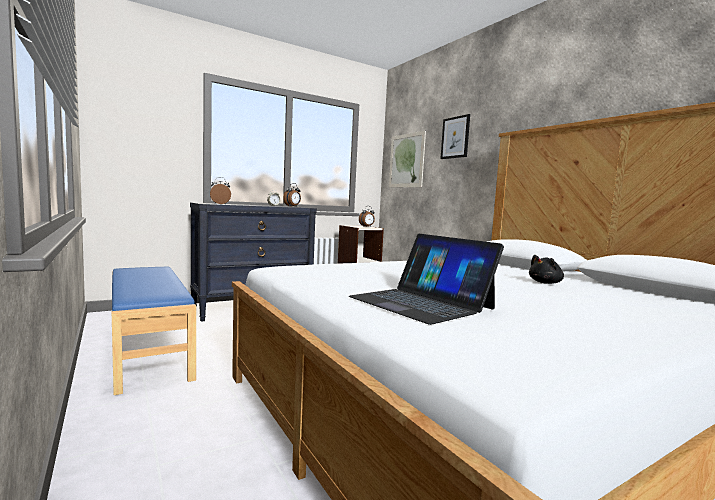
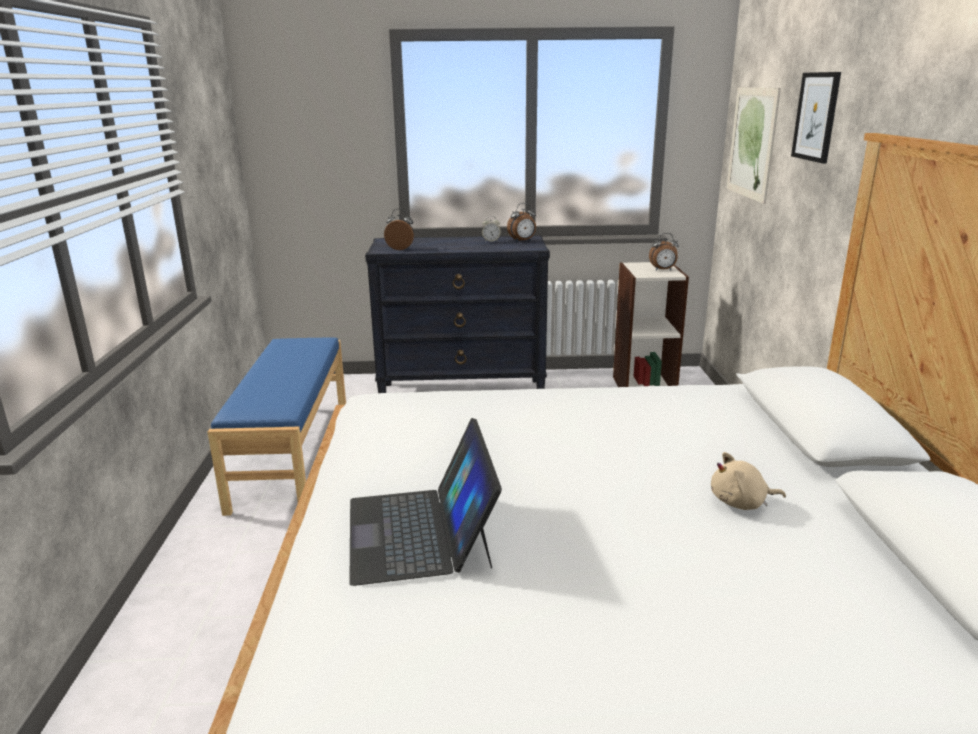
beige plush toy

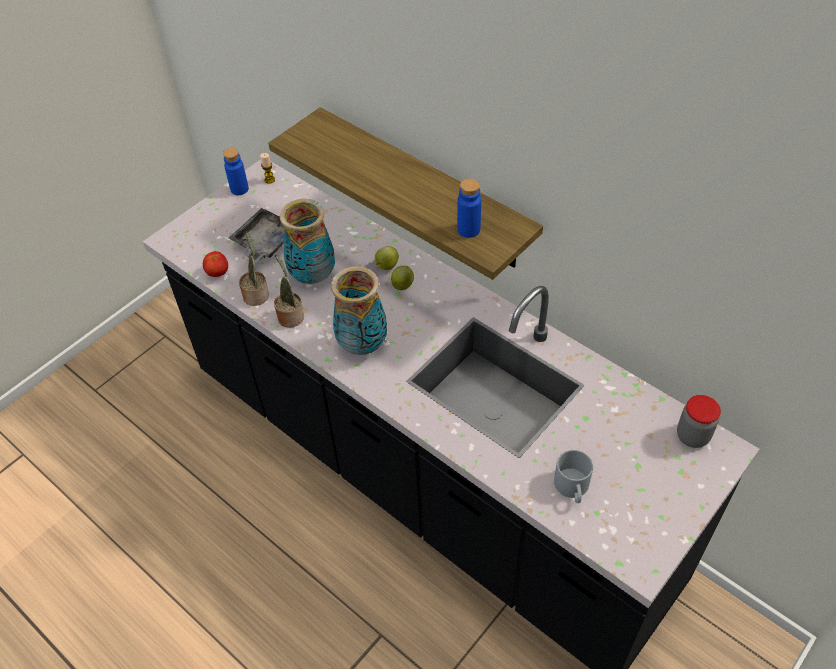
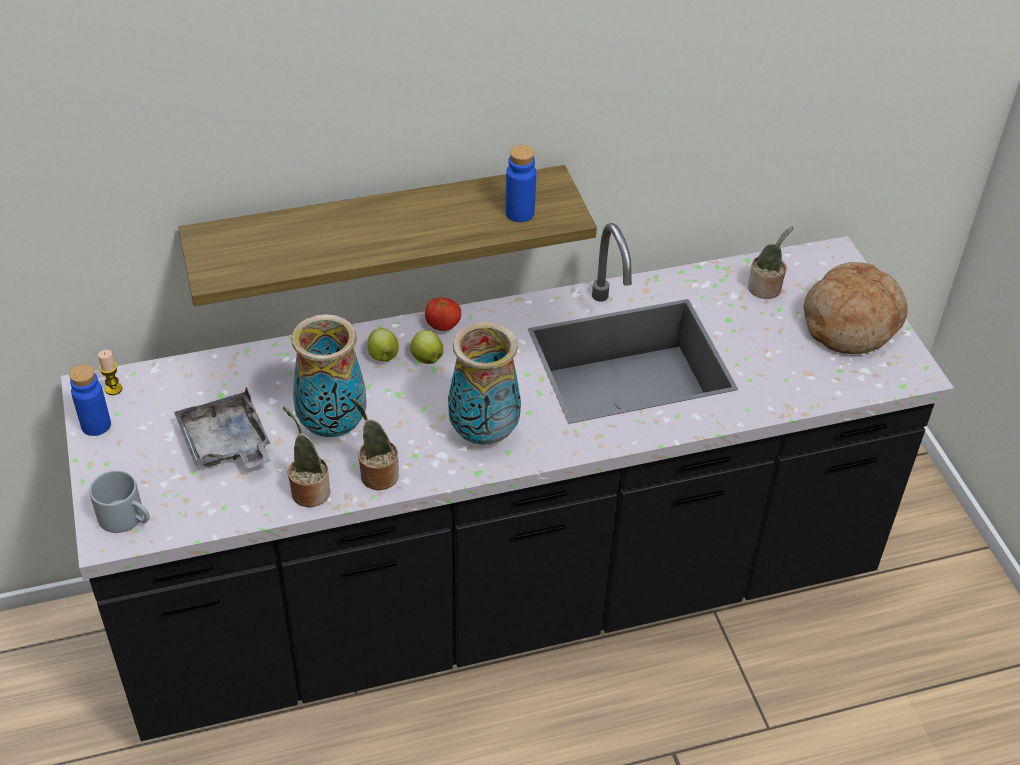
grey mug
tomato
potted plant (no. 3 from left)
bread
jar

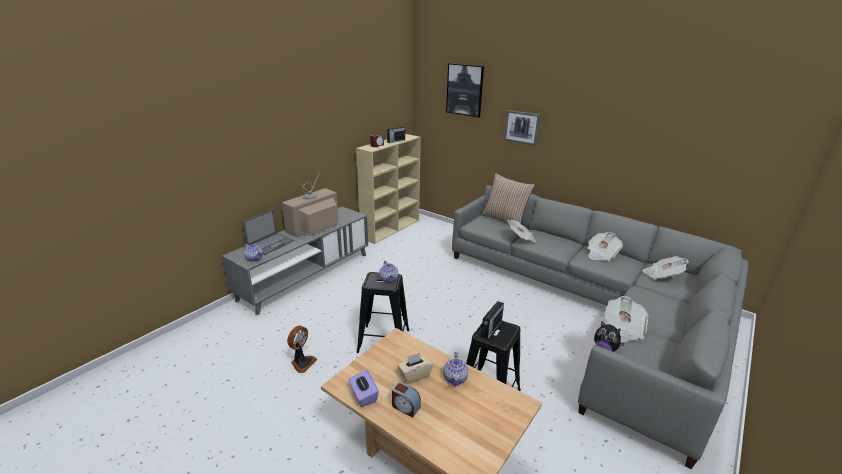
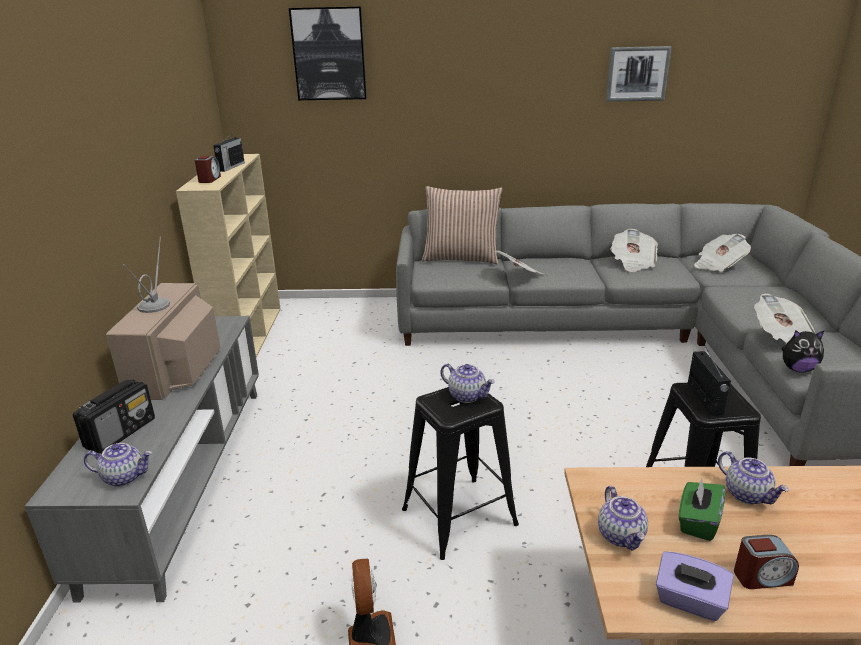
radio (no. 1 from left)
teapot (no. 3 from left)
picture (no. 2 from left)
green tissue box

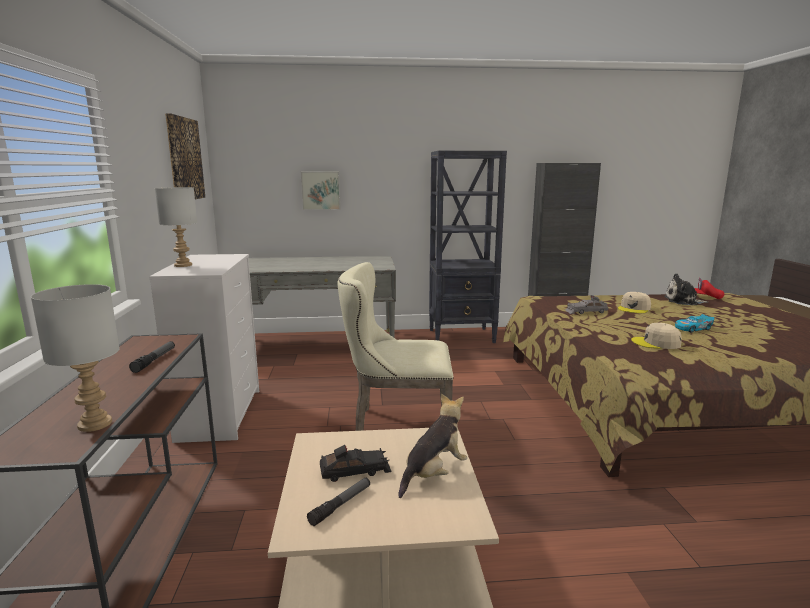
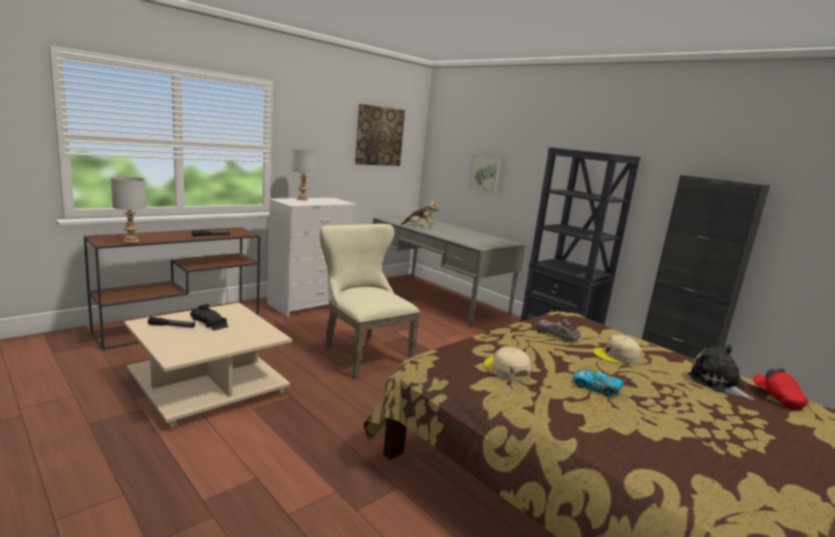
plush toy (no. 1 from left)

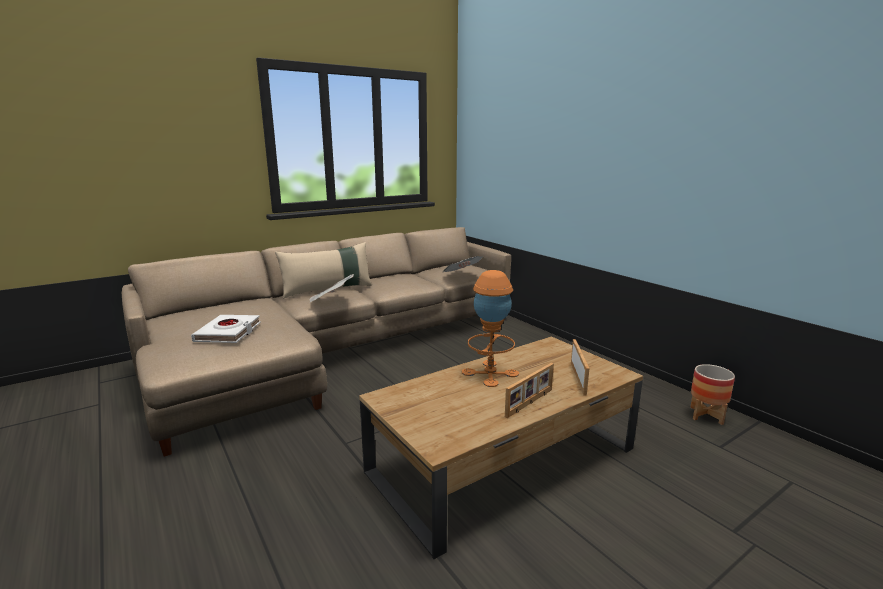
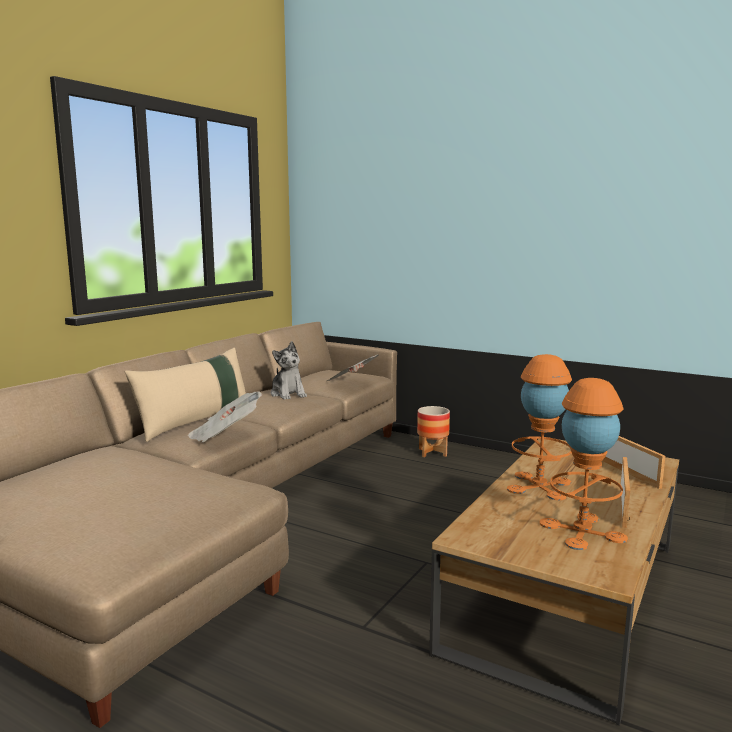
plush toy
planter
orange table lamp (no. 2 from left)
white book

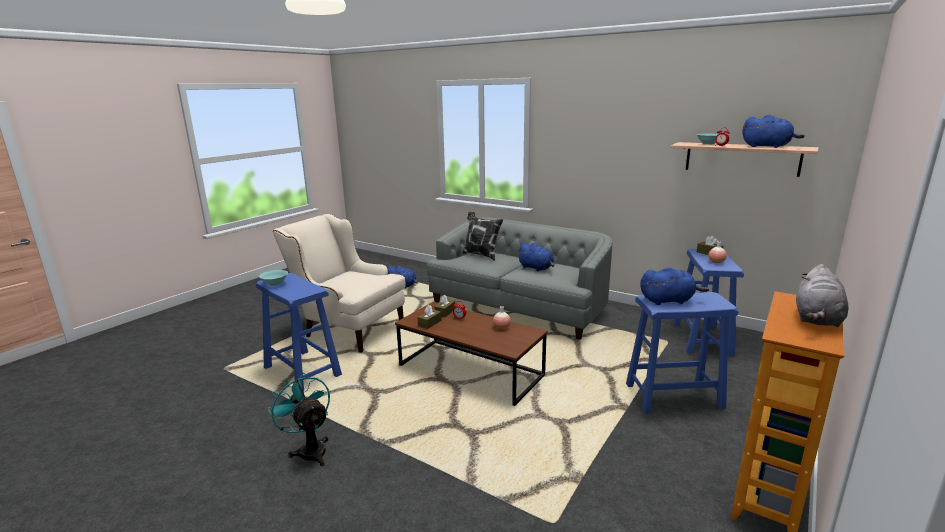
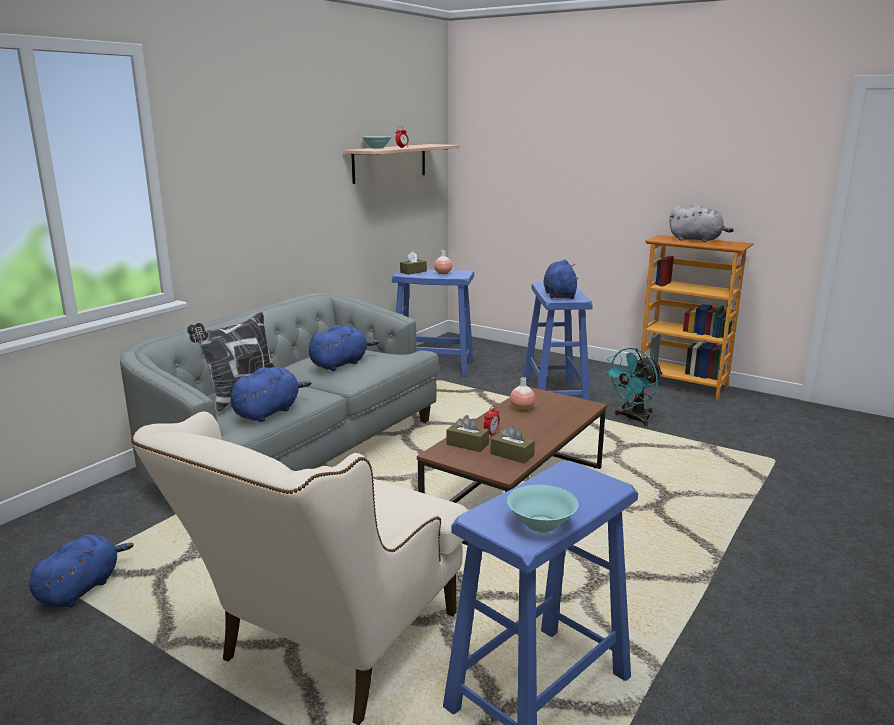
blue plush toy (no. 2 from left)
turquoise fan

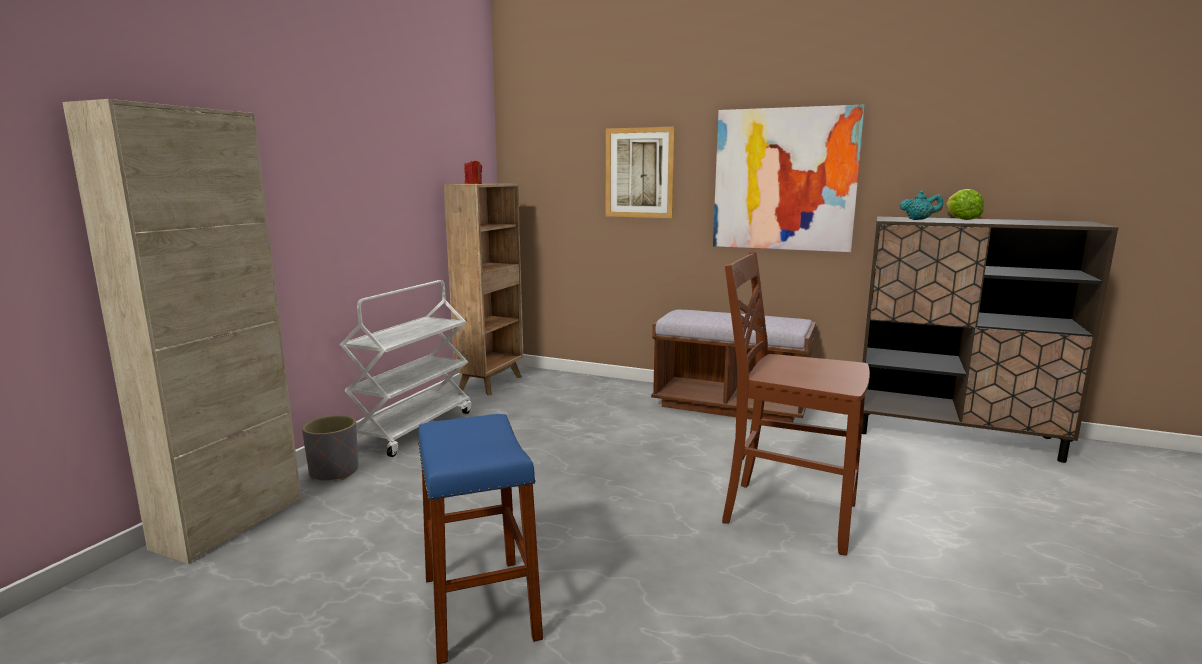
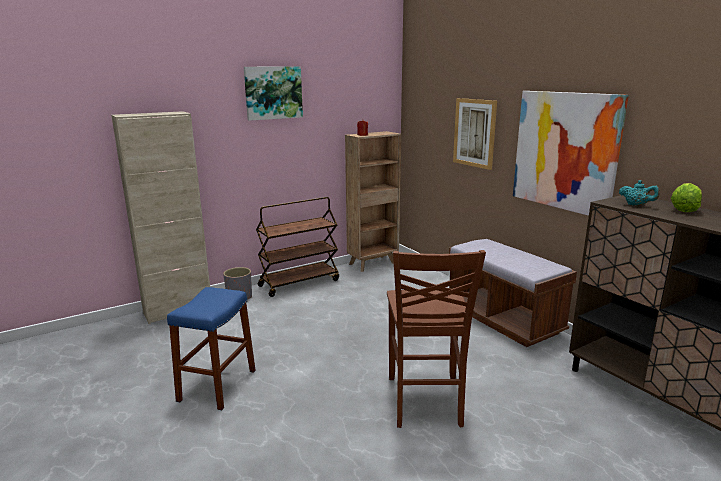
picture (no. 1 from left)
brown cart
brown chair

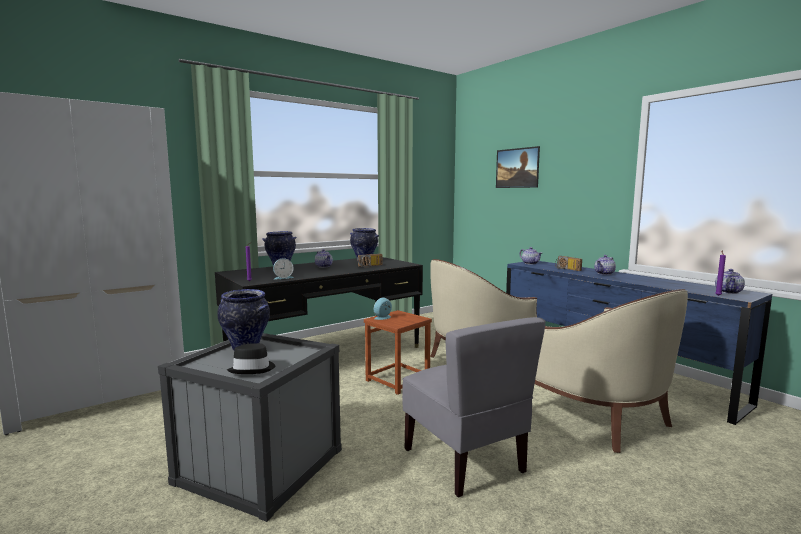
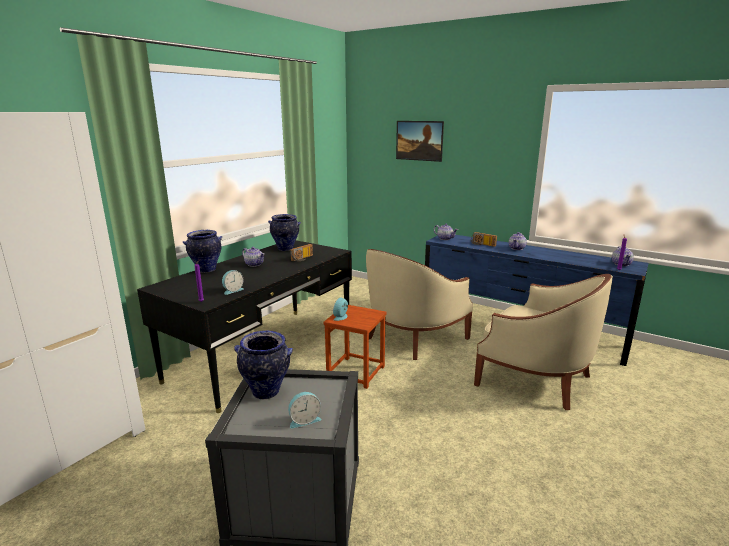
alarm clock (no. 2 from left)
grey chair

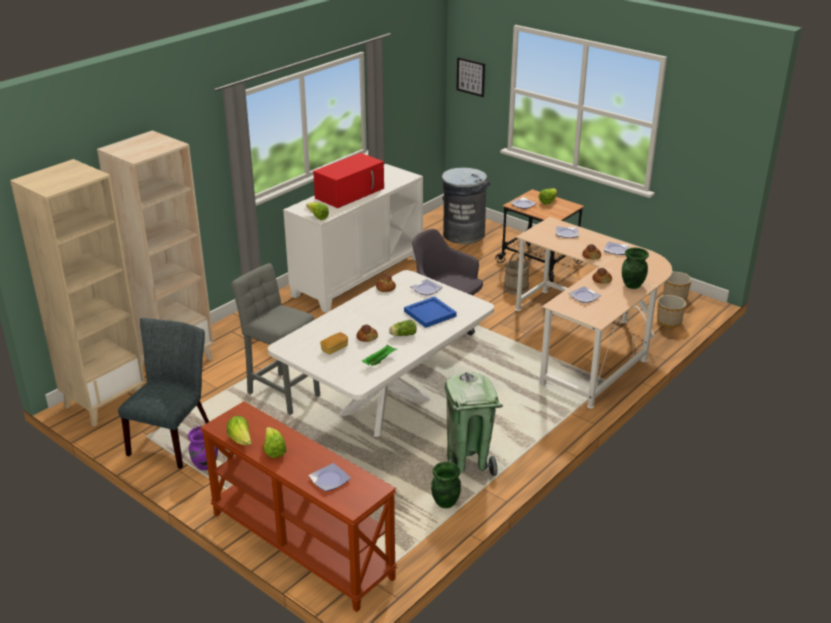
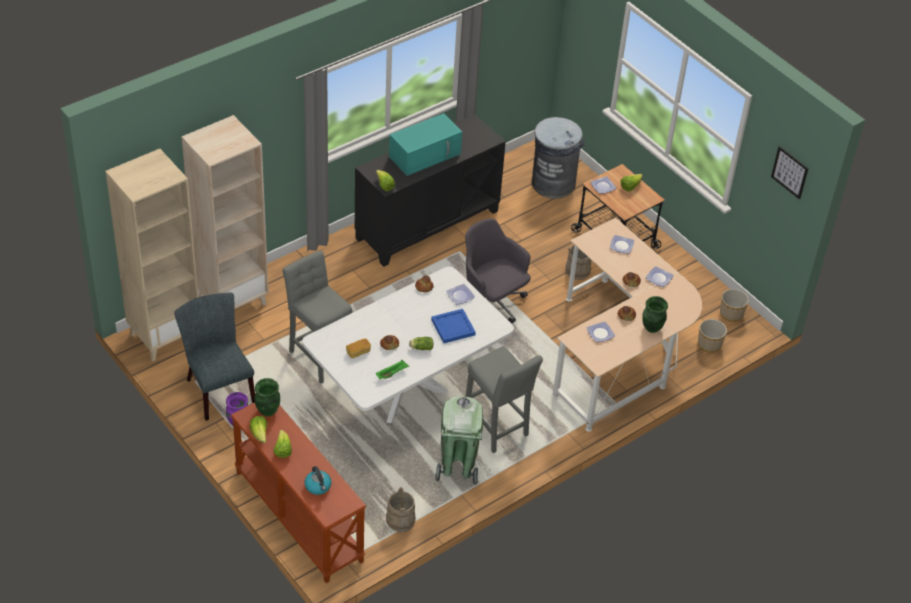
grey chair
green vase (no. 1 from left)
kettle
black cabinet
beige bucket (no. 1 from left)
turquoise microwave
grey stool (no. 2 from left)
picture

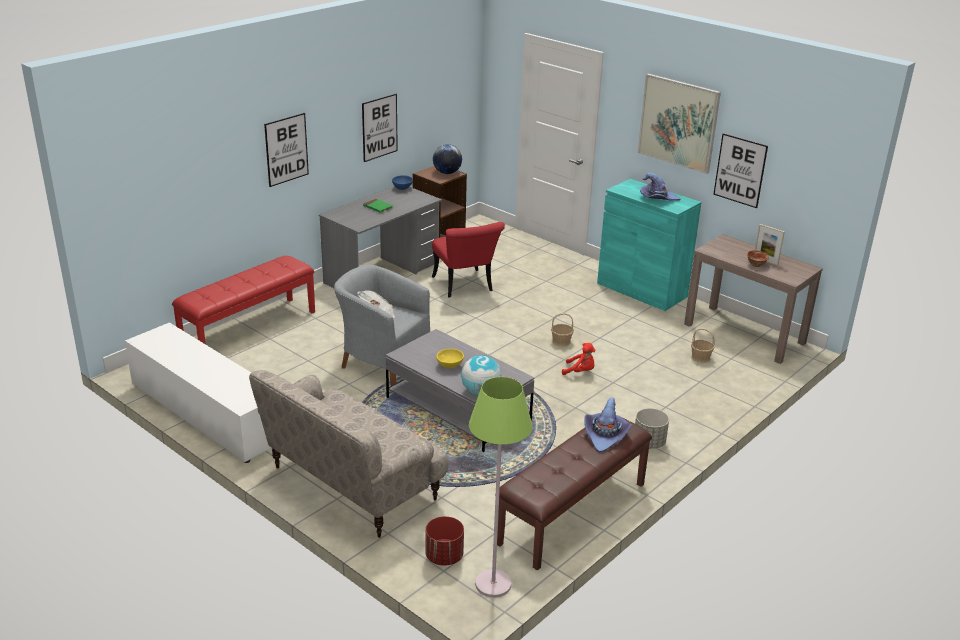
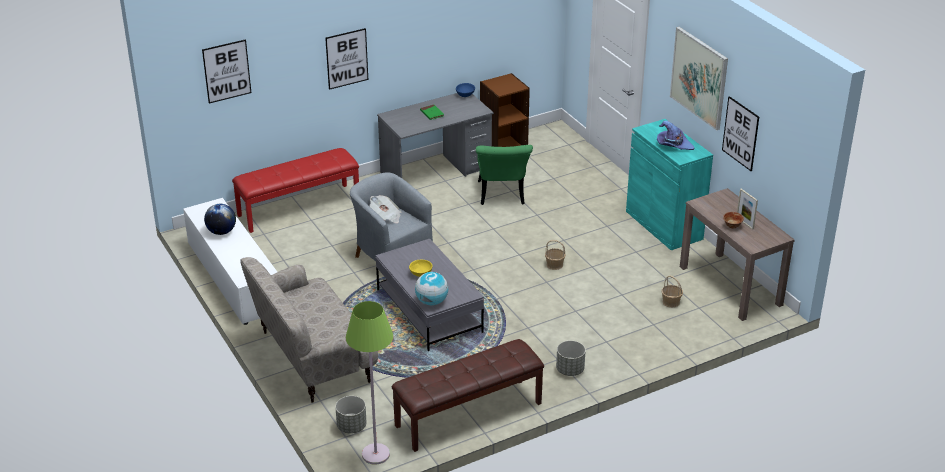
picture (no. 1 from left)
globe (no. 1 from left)
grey planter (no. 1 from left)
green chair
red plush toy
purple hat (no. 1 from left in the first image)

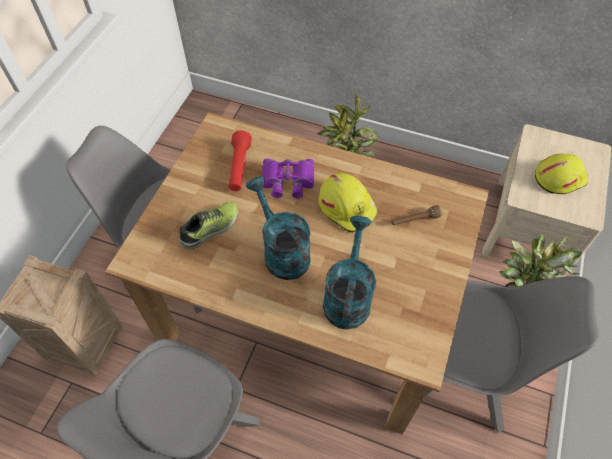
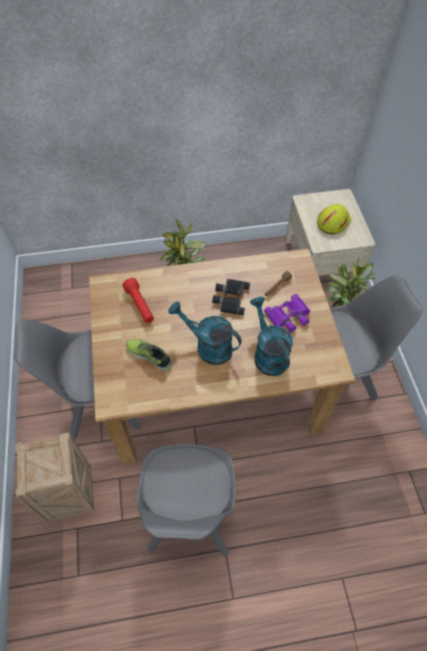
shoe
black binoculars
purple binoculars

